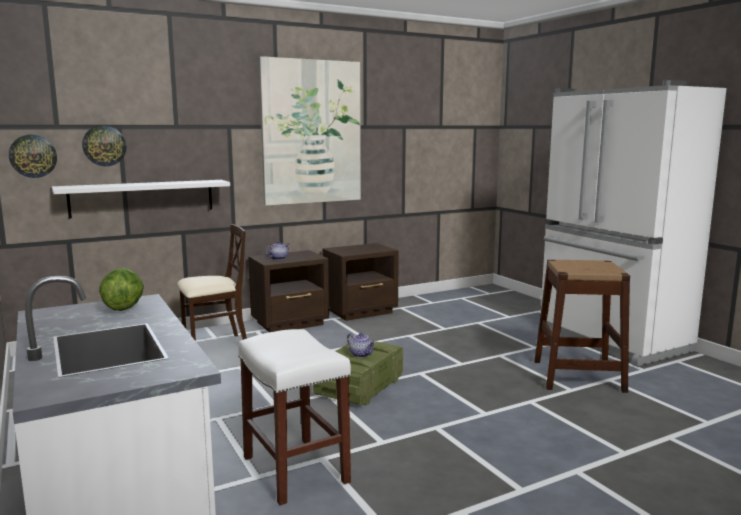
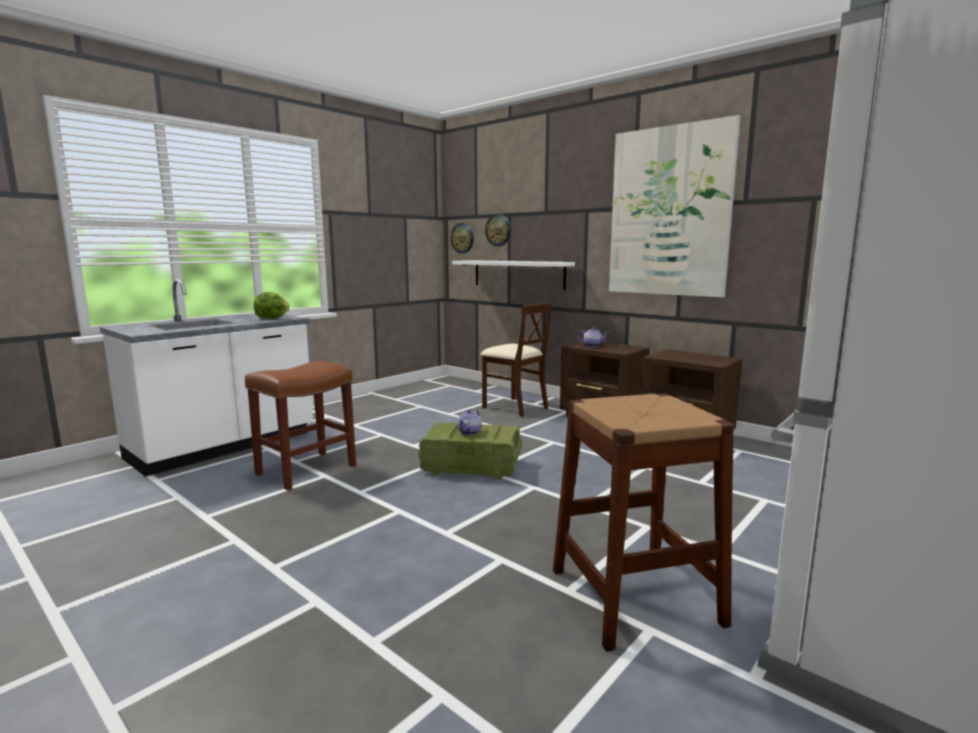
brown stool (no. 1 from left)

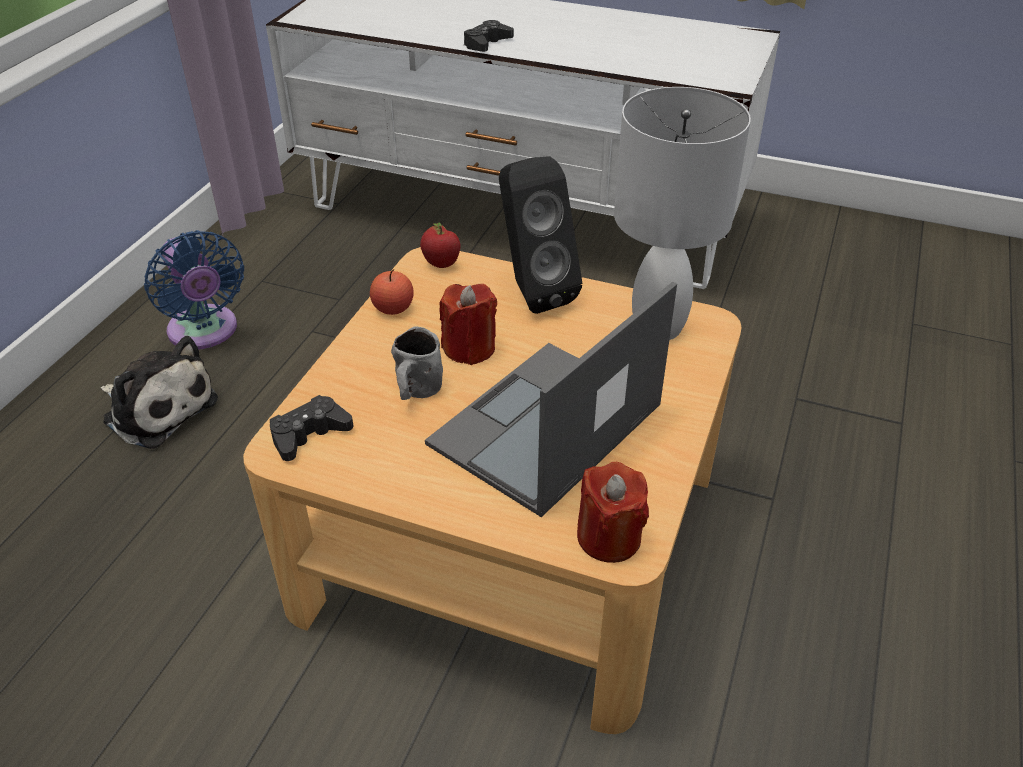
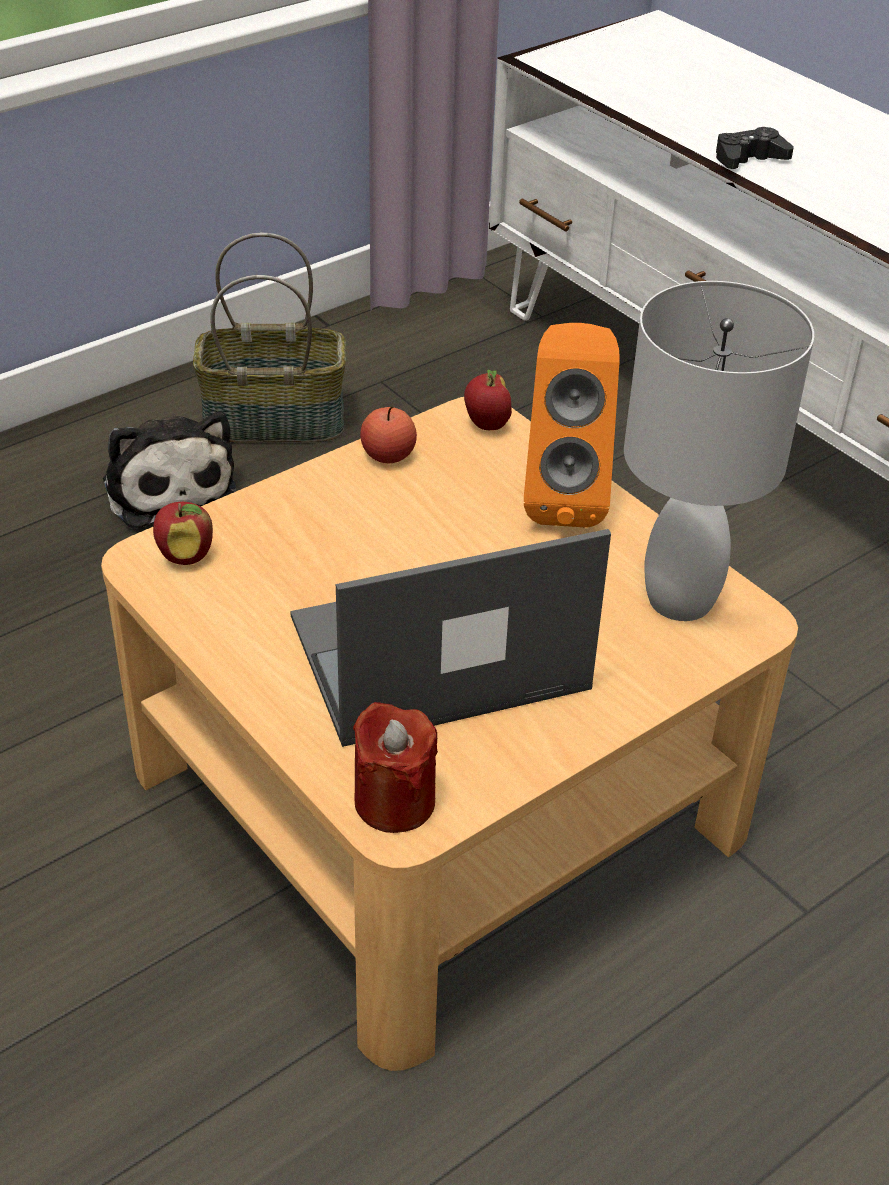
apple (no. 1 from left)
basket
orange speaker
grey mug
red candle (no. 1 from left in the first image)

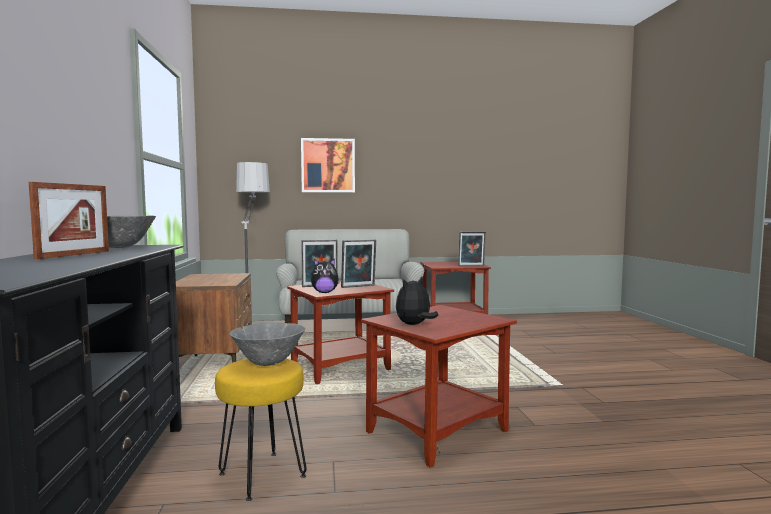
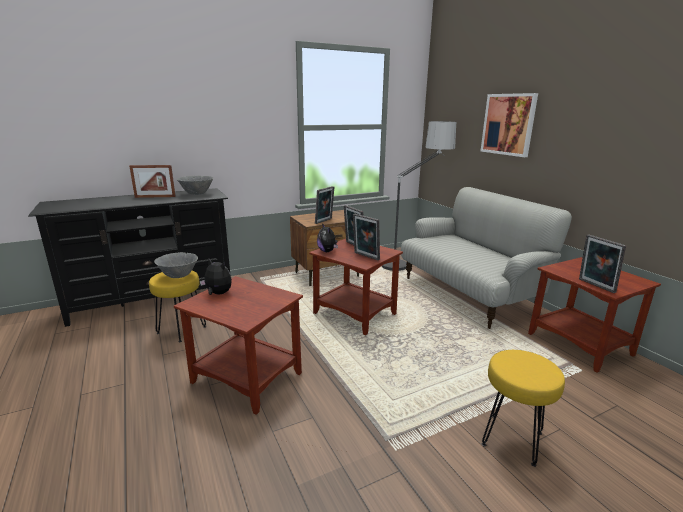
picture frame (no. 2 from left)
yellow stool (no. 2 from left)

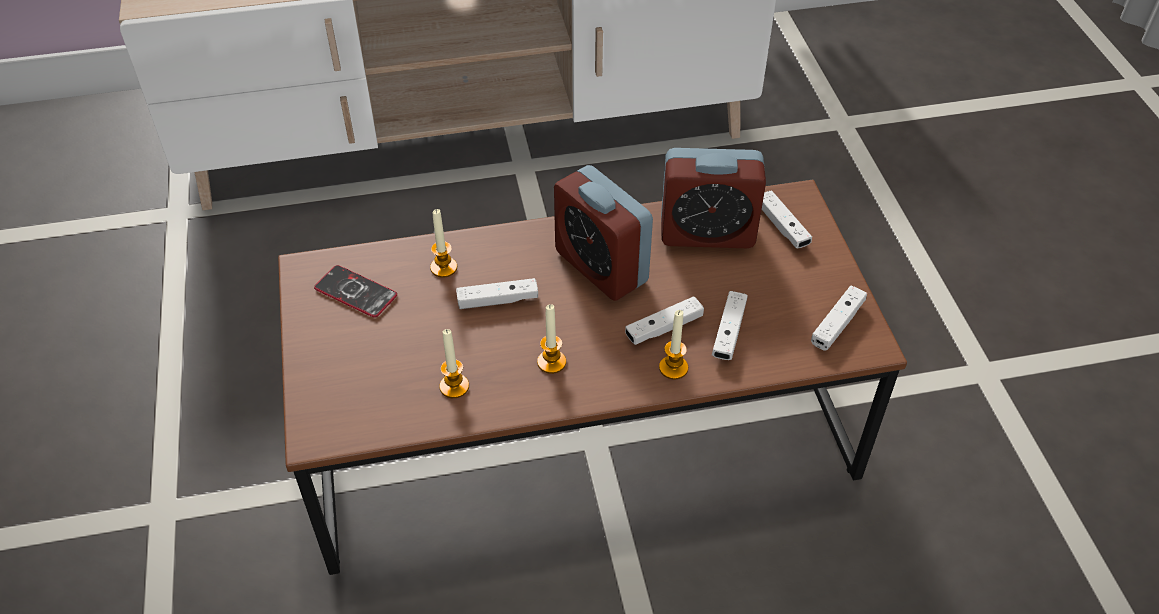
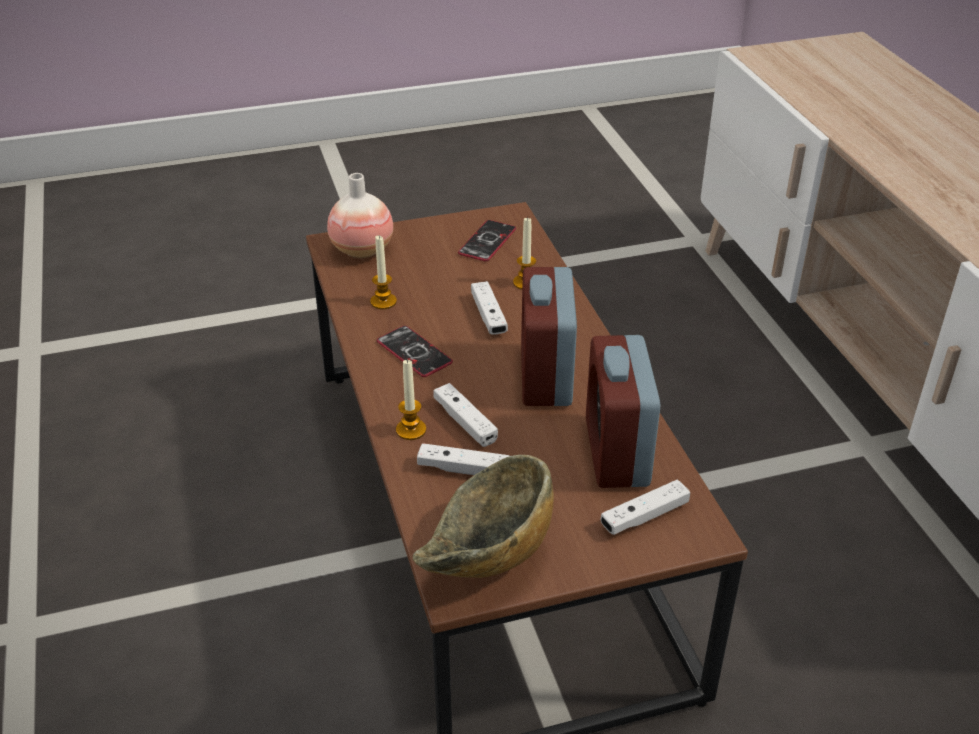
vase
phone (no. 1 from left)
bowl
alarm clock (no. 1 from left)

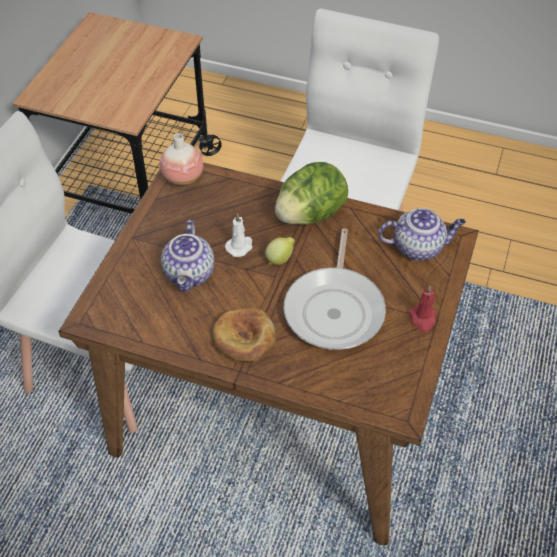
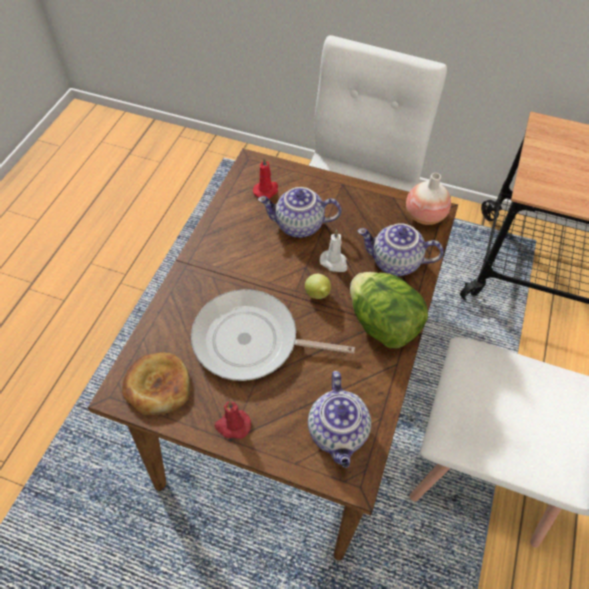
bread
red candle (no. 2 from left)
teapot (no. 3 from left)

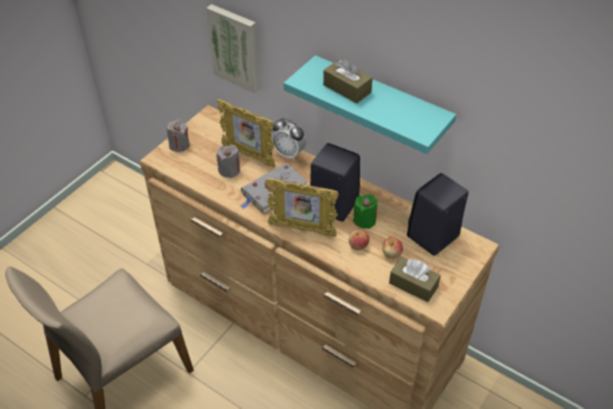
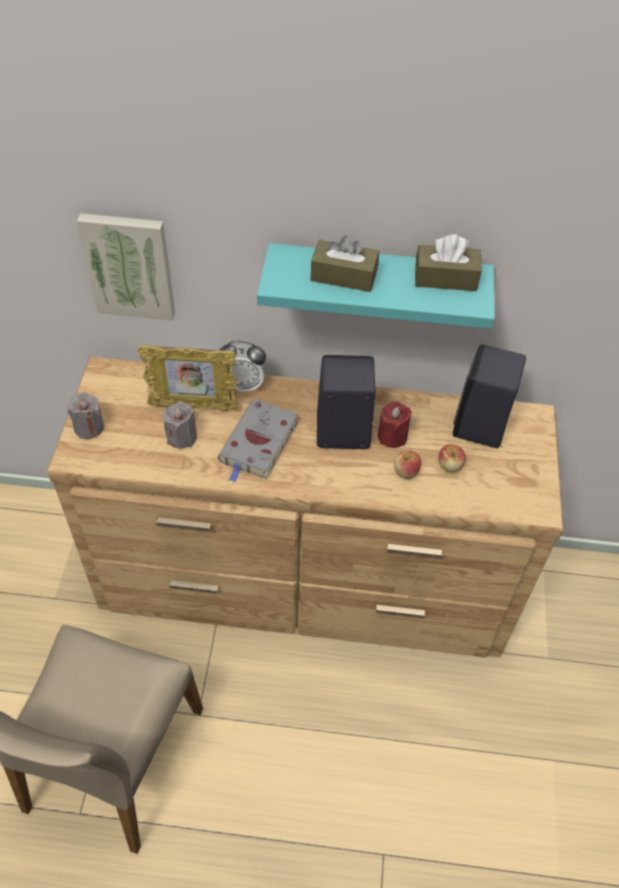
red candle
brown tissue box (no. 2 from left)
picture frame (no. 2 from left in the first image)

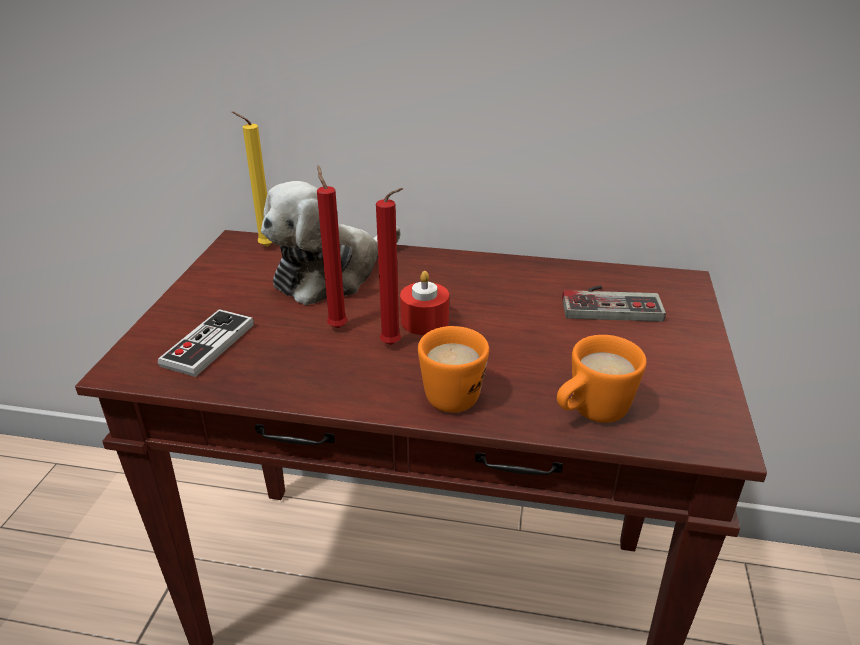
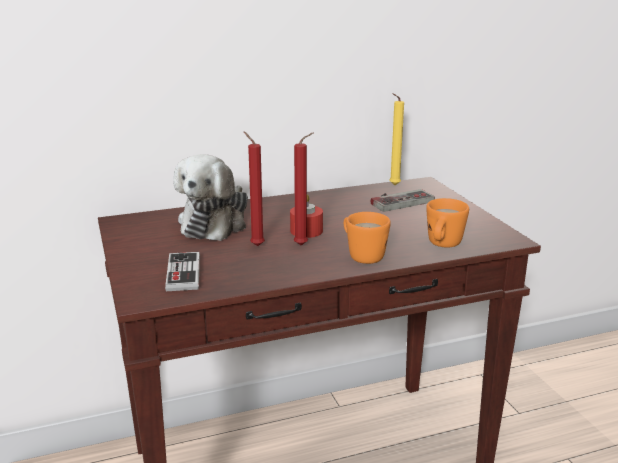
yellow candle

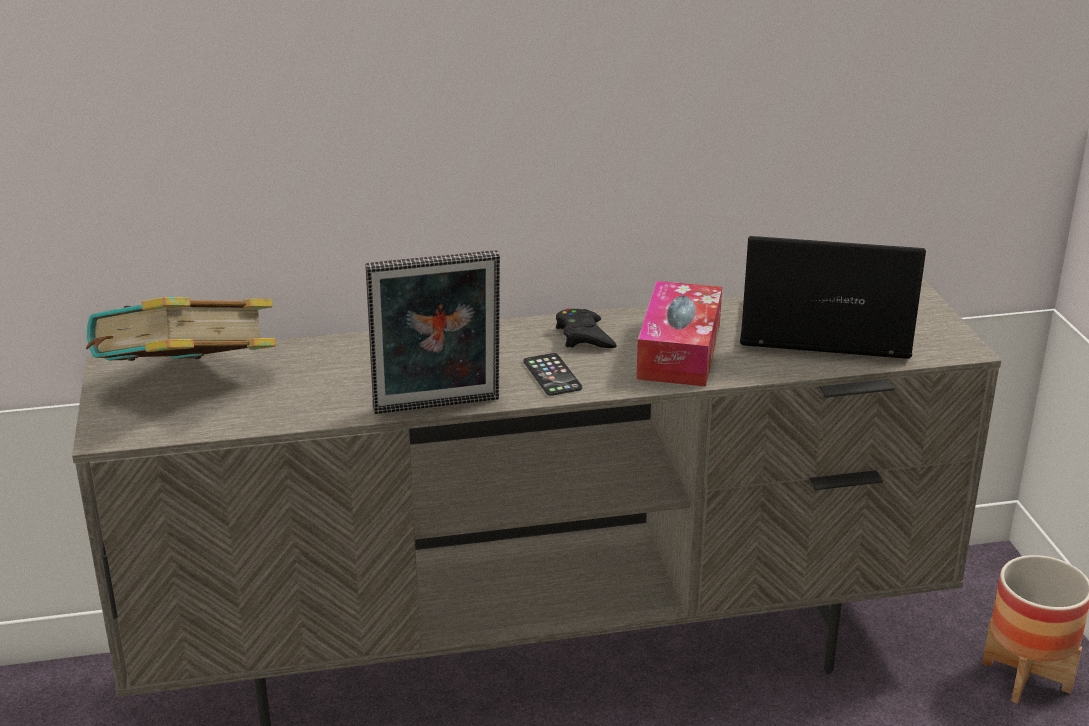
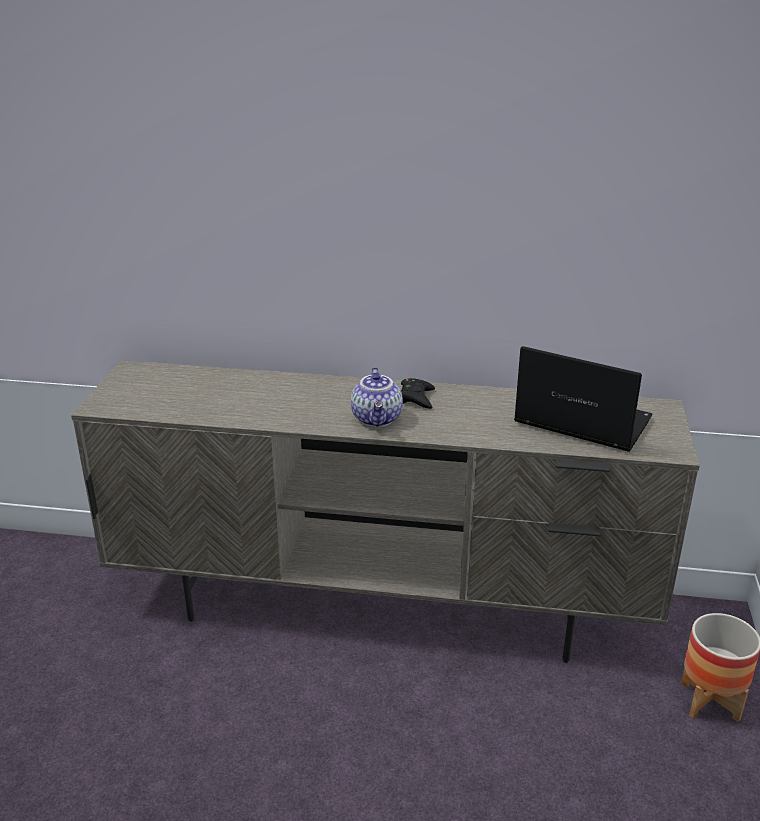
teapot
book
picture frame
tissue box

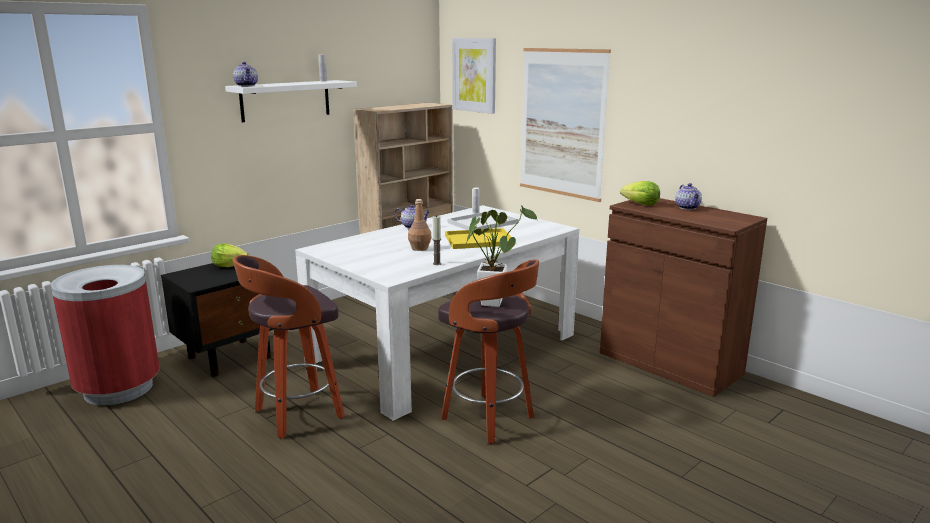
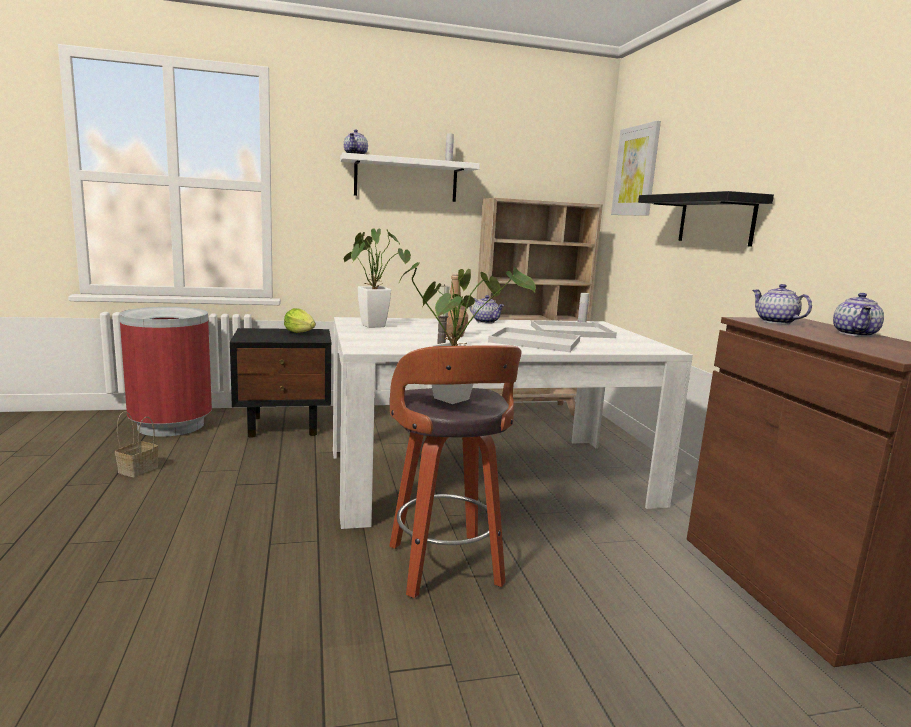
basket
potted plant (no. 1 from left)
white tray (no. 1 from left)
black shelf
teapot (no. 3 from left)
stool (no. 1 from left in the first image)

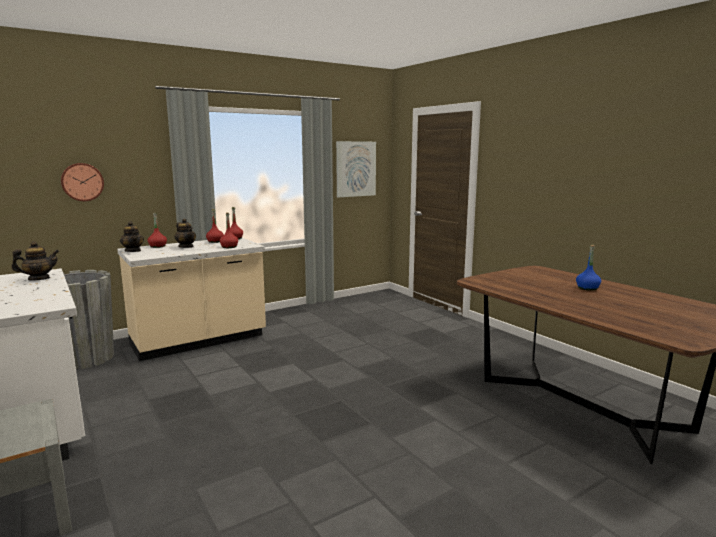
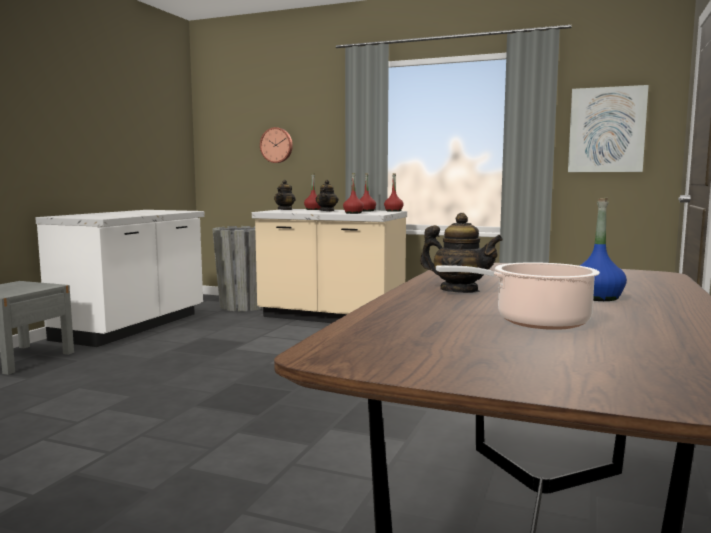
teapot (no. 3 from left)
cooking pot

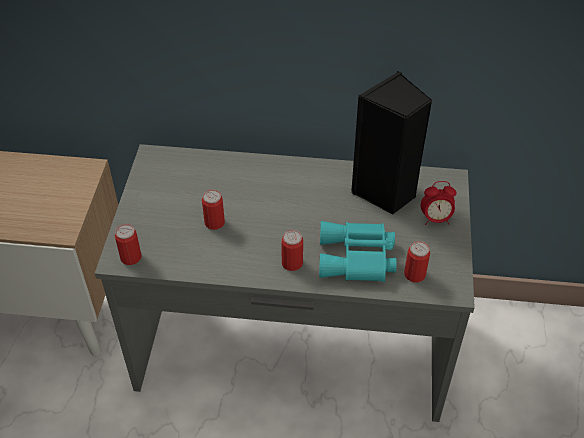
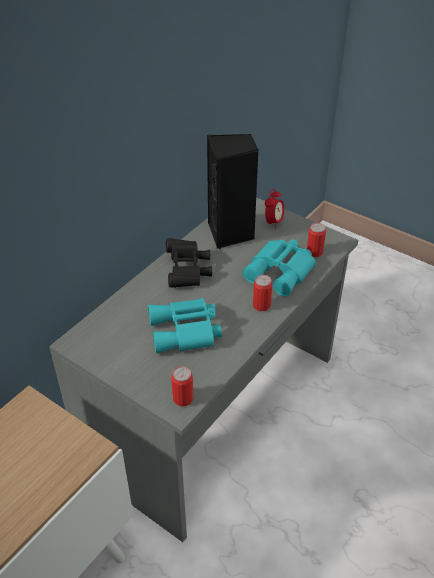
turquoise binoculars (no. 1 from left)
black binoculars

